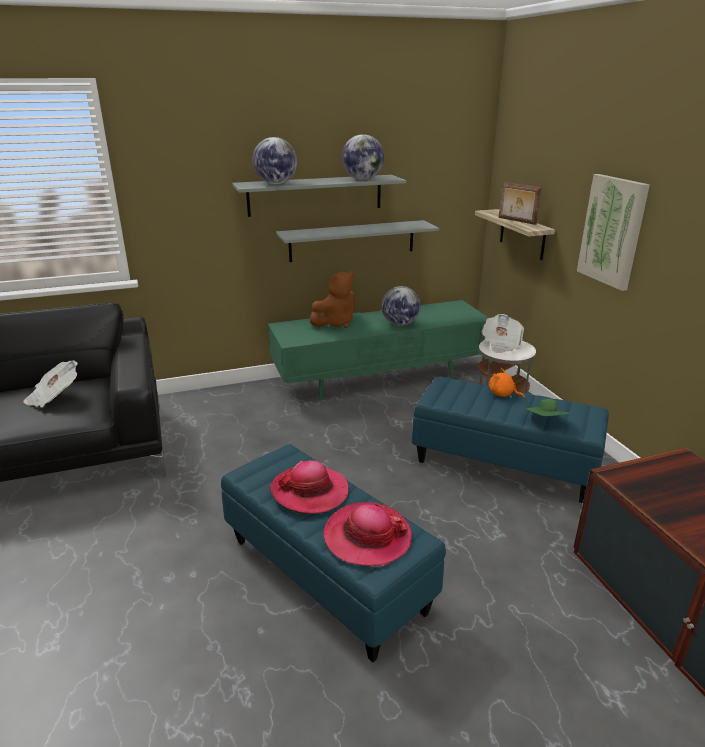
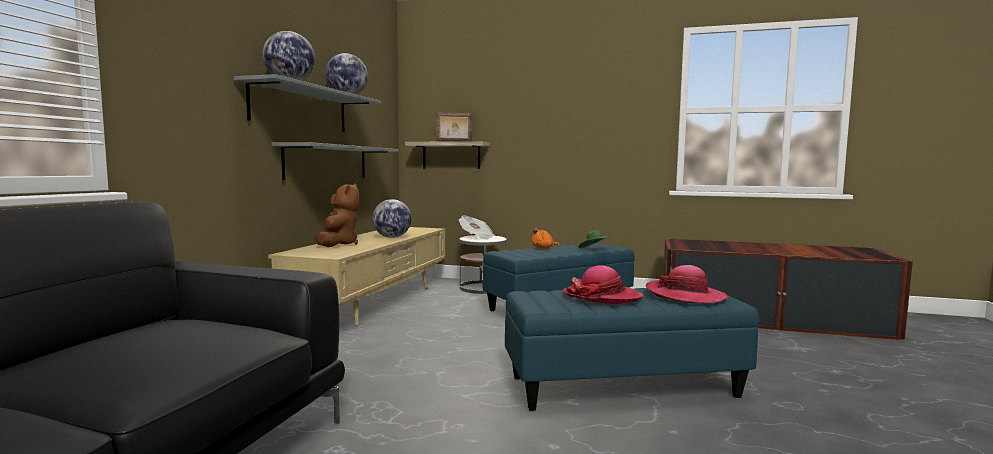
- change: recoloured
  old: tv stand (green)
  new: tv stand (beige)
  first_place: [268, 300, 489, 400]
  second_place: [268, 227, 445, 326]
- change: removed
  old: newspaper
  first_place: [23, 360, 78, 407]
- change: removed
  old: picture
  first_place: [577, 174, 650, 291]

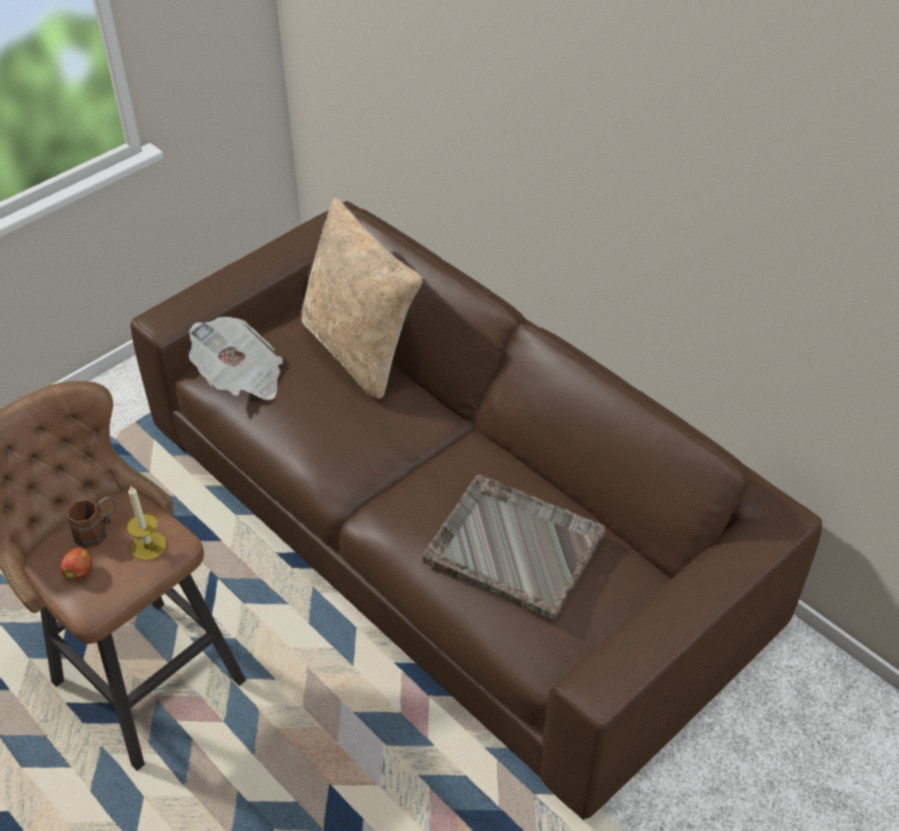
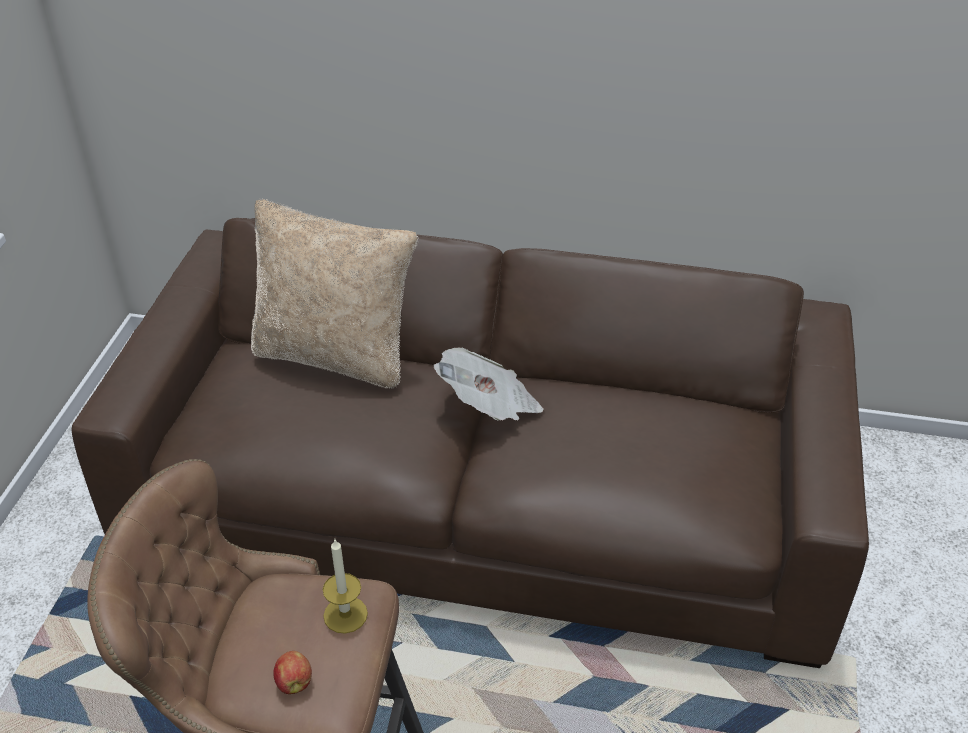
- change: moved
  old: newspaper
  first_place: [189, 317, 283, 400]
  second_place: [433, 347, 544, 421]
- change: removed
  old: mug (brown)
  first_place: [67, 497, 116, 548]
- change: removed
  old: tray (grey)
  first_place: [422, 475, 606, 620]

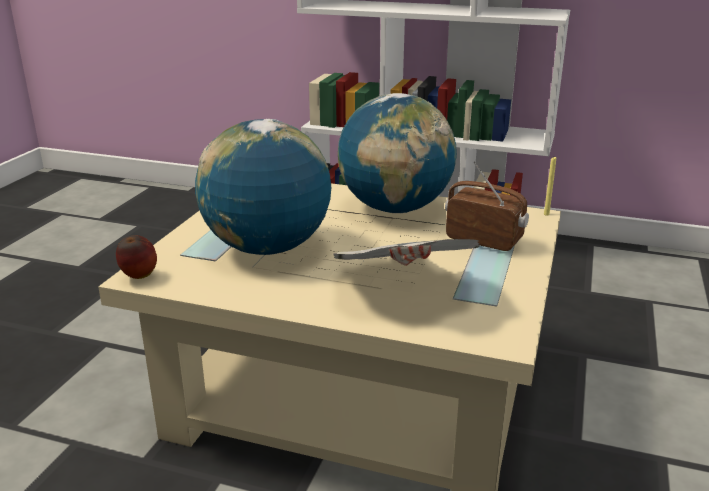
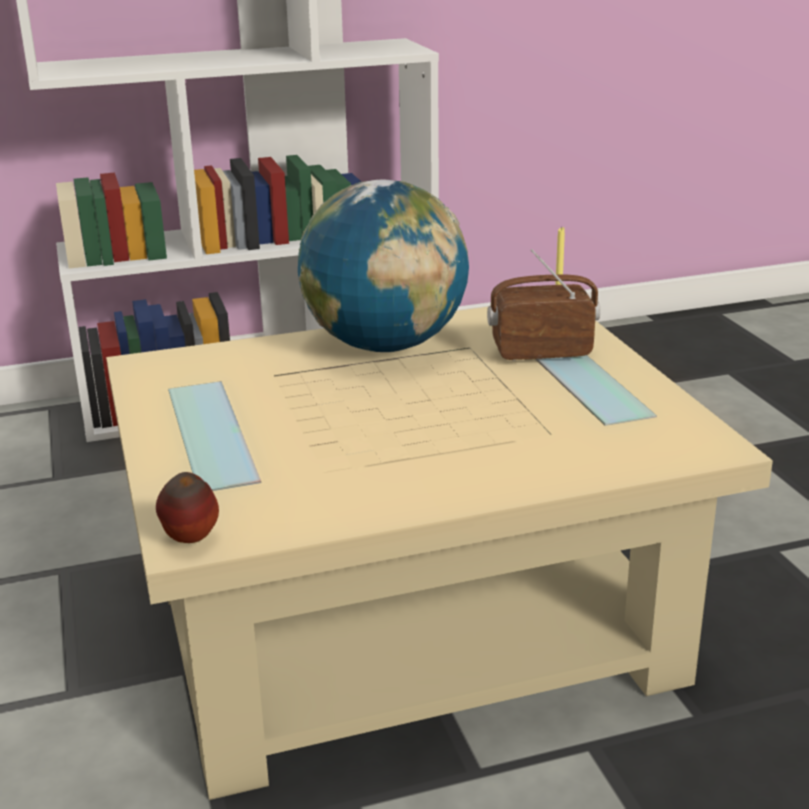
- change: removed
  old: globe
  first_place: [195, 119, 331, 255]
- change: removed
  old: newspaper
  first_place: [333, 239, 479, 266]

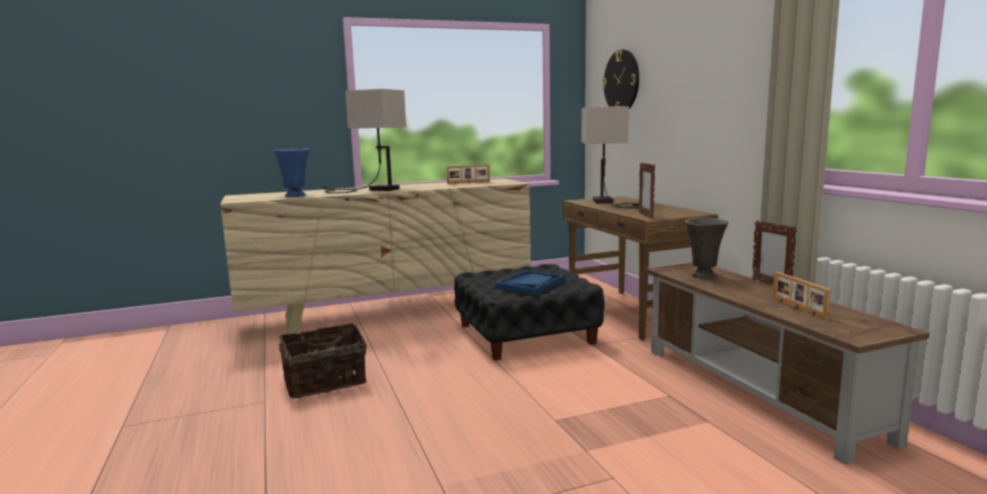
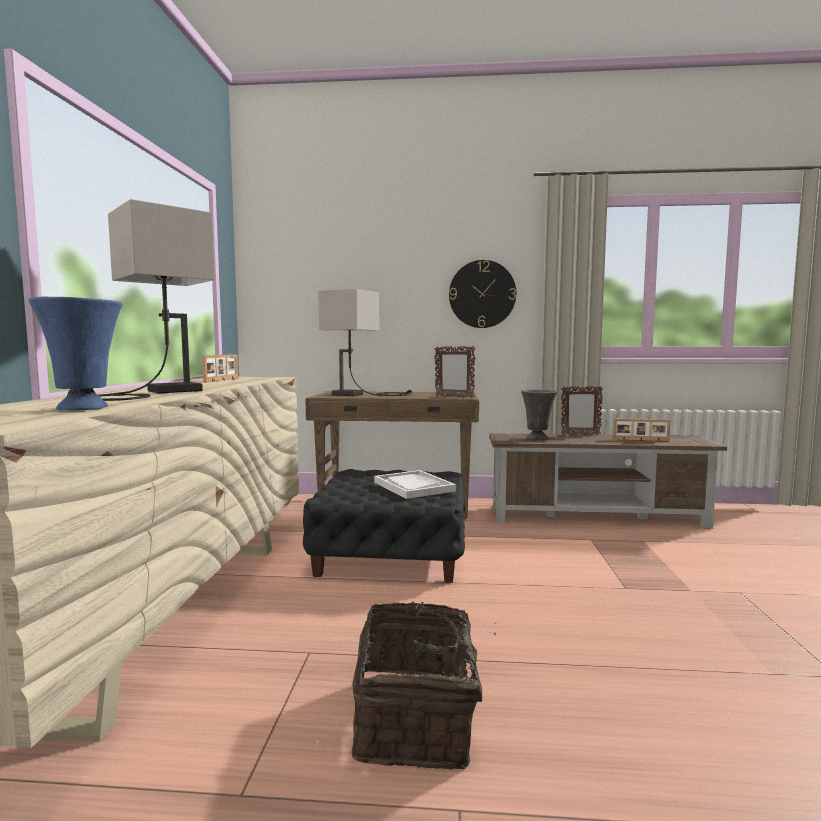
- change: recoloured
  old: tray (blue)
  new: tray (white)
  first_place: [495, 270, 565, 295]
  second_place: [374, 470, 456, 499]
- change: moved
  old: wall clock
  first_place: [602, 50, 639, 108]
  second_place: [449, 260, 516, 328]

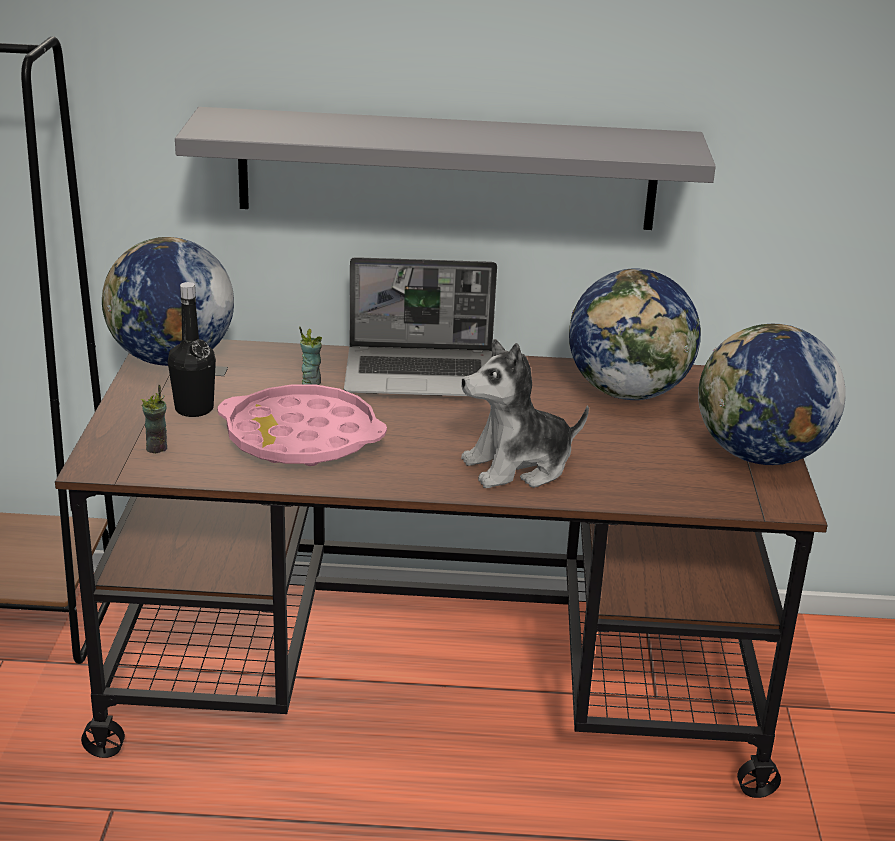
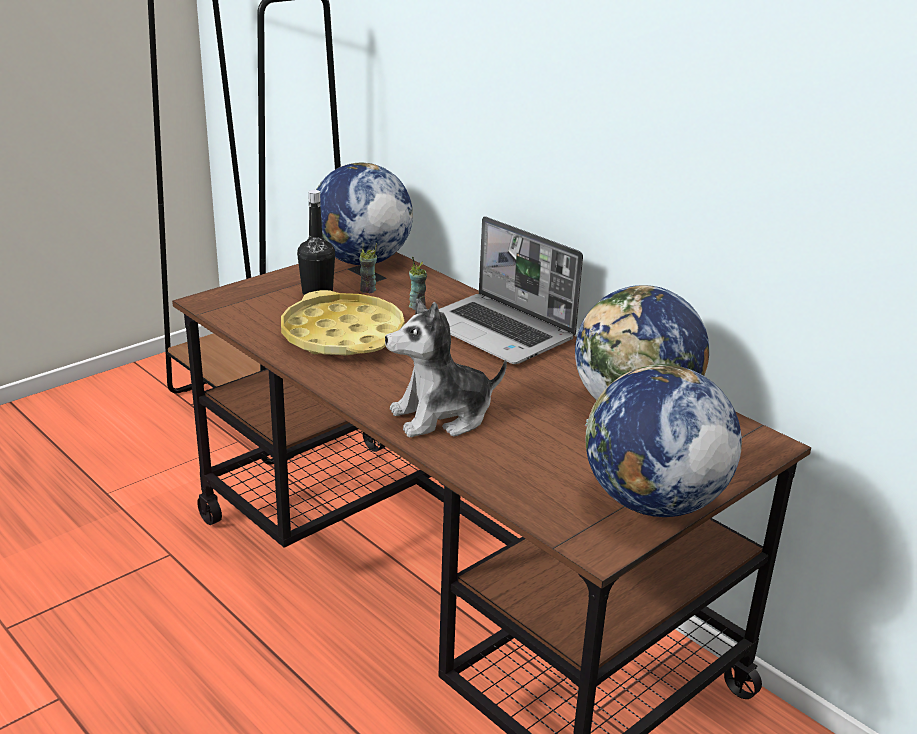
- change: recoloured
  old: tray (pink)
  new: tray (yellow)
  first_place: [218, 384, 387, 466]
  second_place: [281, 290, 404, 355]
- change: moved
  old: cup
  first_place: [140, 384, 167, 453]
  second_place: [359, 243, 377, 293]
- change: turned
  old: plush toy
  first_place: [461, 339, 589, 488]
  second_place: [385, 299, 507, 437]
  degrees: -45
- change: removed
  old: shelf (grey)
  first_place: [175, 107, 716, 230]

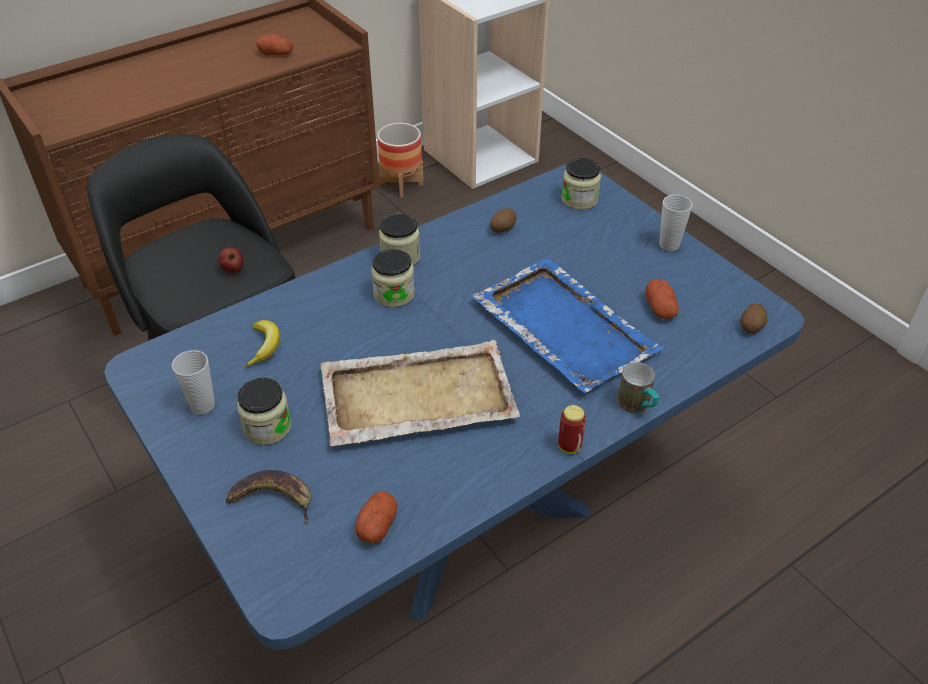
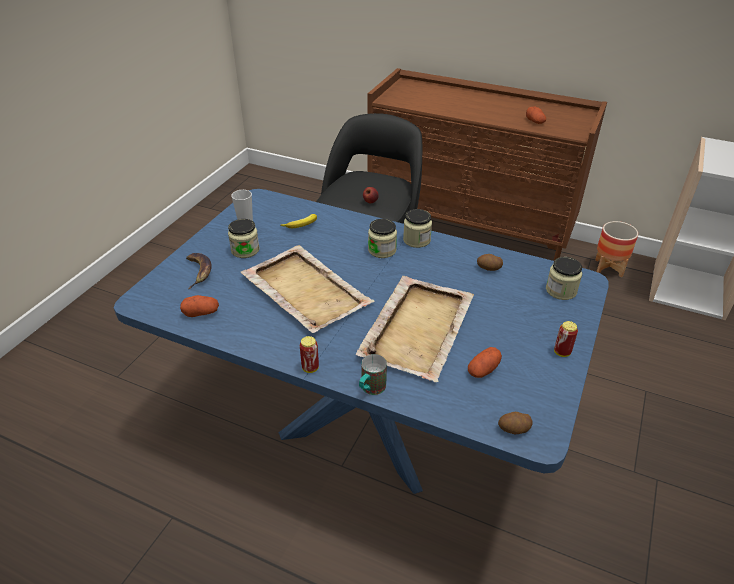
- change: recoloured
  old: tray (blue)
  new: tray (beige)
  first_place: [472, 258, 664, 393]
  second_place: [356, 276, 474, 382]
- change: replaced
  old: cup
  new: can
  first_place: [659, 194, 693, 251]
  second_place: [554, 321, 578, 357]

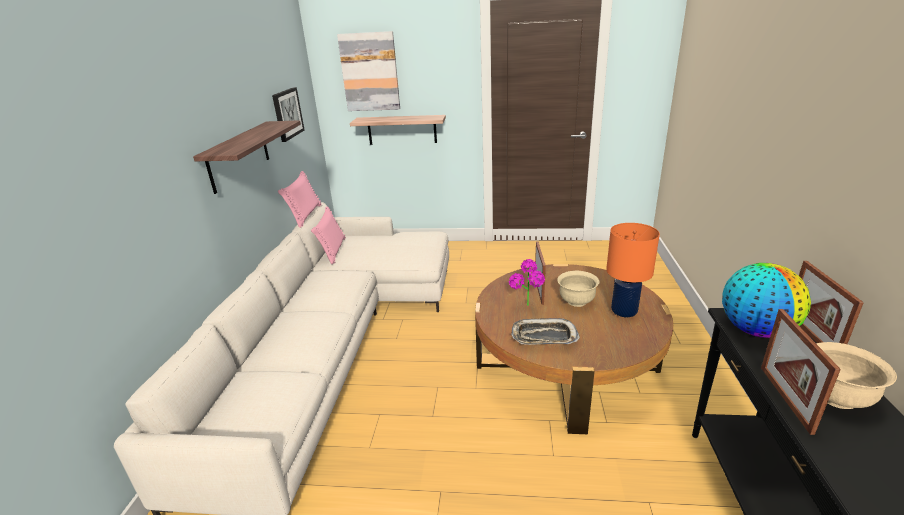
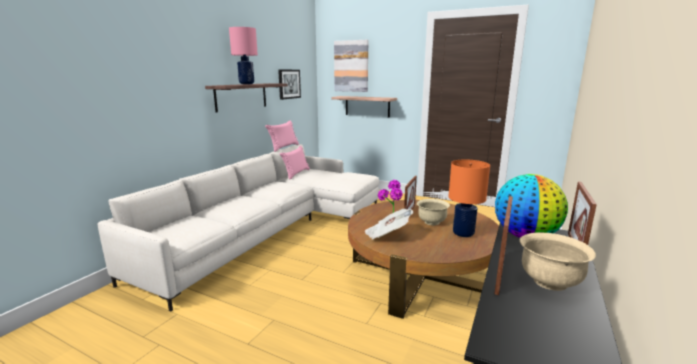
- change: added
  new: table lamp (pink)
  second_place: [229, 27, 258, 85]
- change: replaced
  old: tray
  new: newspaper
  first_place: [511, 318, 580, 345]
  second_place: [365, 209, 413, 240]

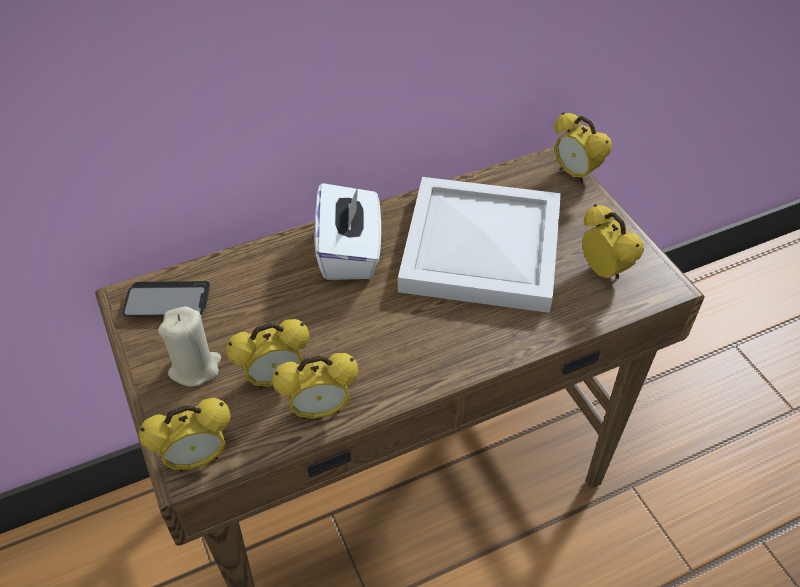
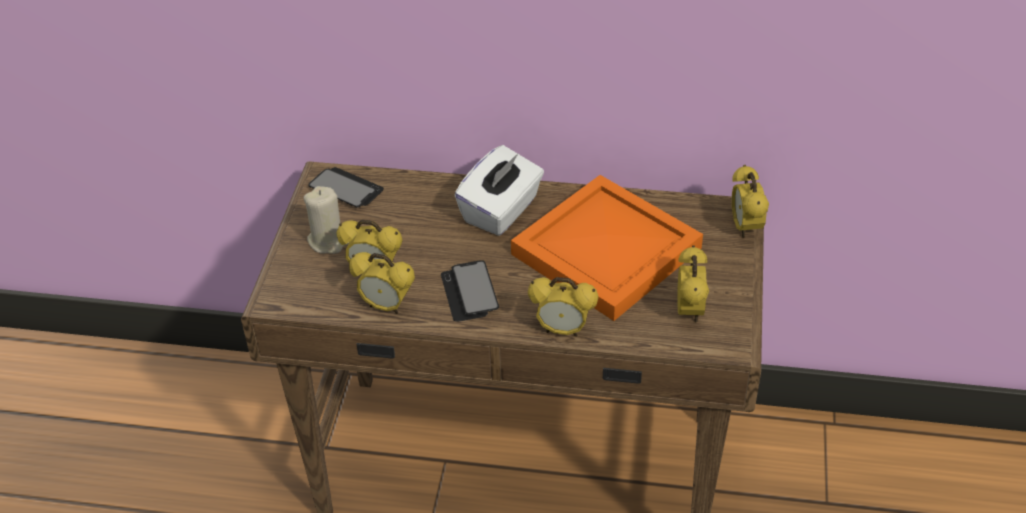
- change: added
  new: phone
  second_place: [441, 260, 499, 322]
- change: recoloured
  old: tray (white)
  new: tray (orange)
  first_place: [398, 177, 561, 313]
  second_place: [511, 175, 703, 321]
- change: moved
  old: alarm clock
  first_place: [139, 398, 231, 471]
  second_place: [528, 277, 598, 337]

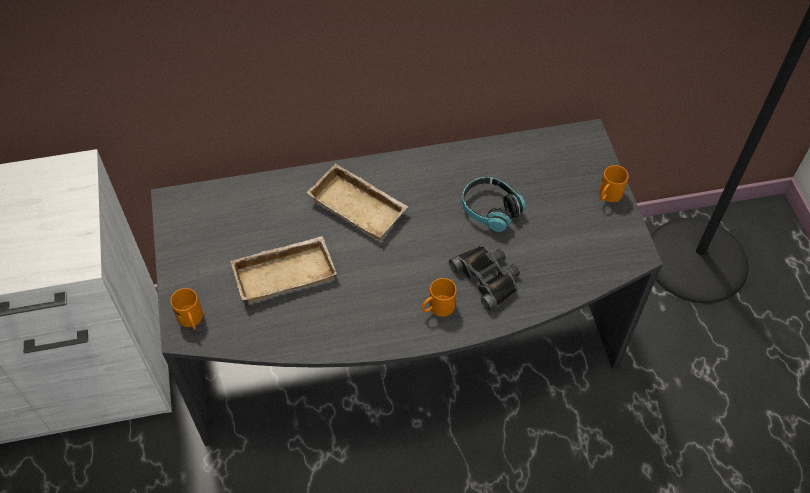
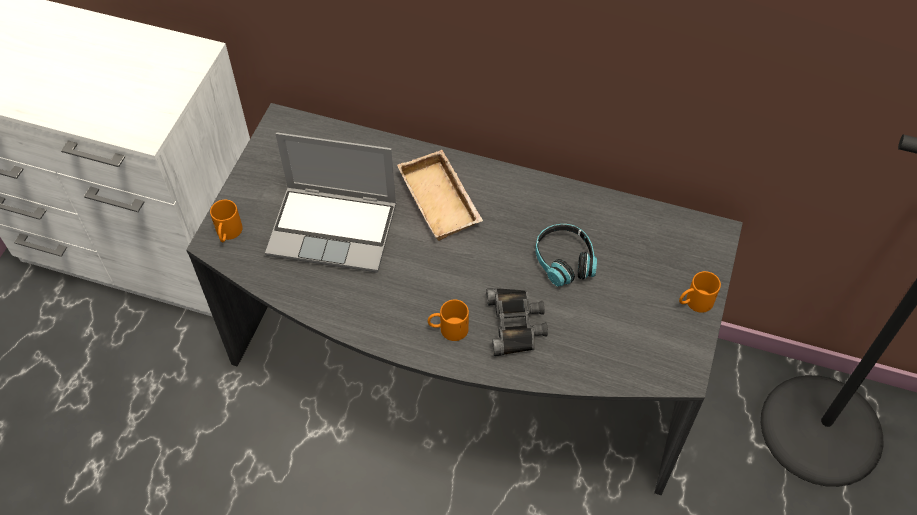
- change: replaced
  old: tray (beige)
  new: laptop
  first_place: [230, 236, 337, 302]
  second_place: [265, 132, 396, 273]

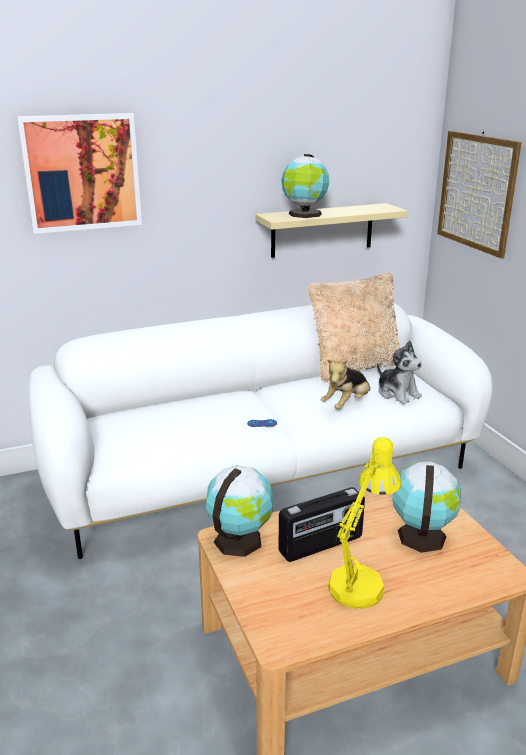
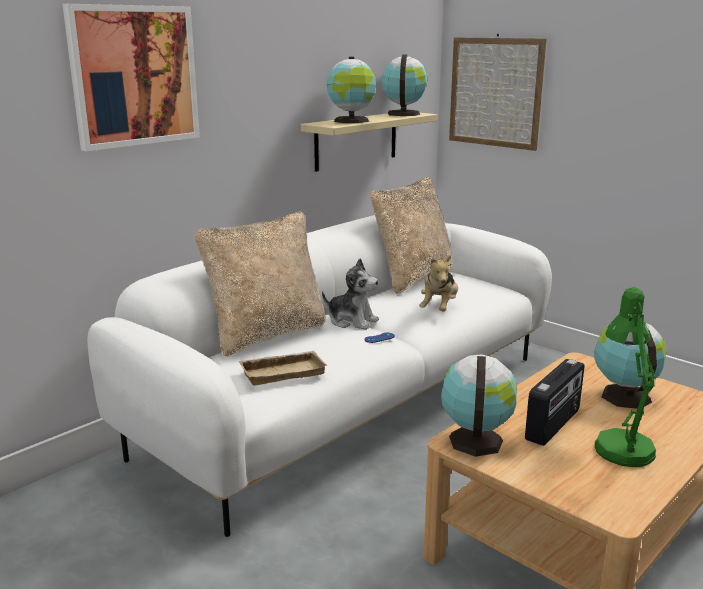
- change: added
  new: pillow (beige)
  second_place: [194, 211, 325, 357]
- change: added
  new: tray (beige)
  second_place: [239, 351, 328, 385]
- change: moved
  old: plush toy
  first_place: [377, 340, 422, 404]
  second_place: [322, 259, 379, 330]
- change: added
  new: globe
  second_place: [381, 54, 428, 116]
- change: recoloured
  old: table lamp (yellow)
  new: table lamp (green)
  first_place: [328, 437, 401, 609]
  second_place: [595, 287, 656, 467]

